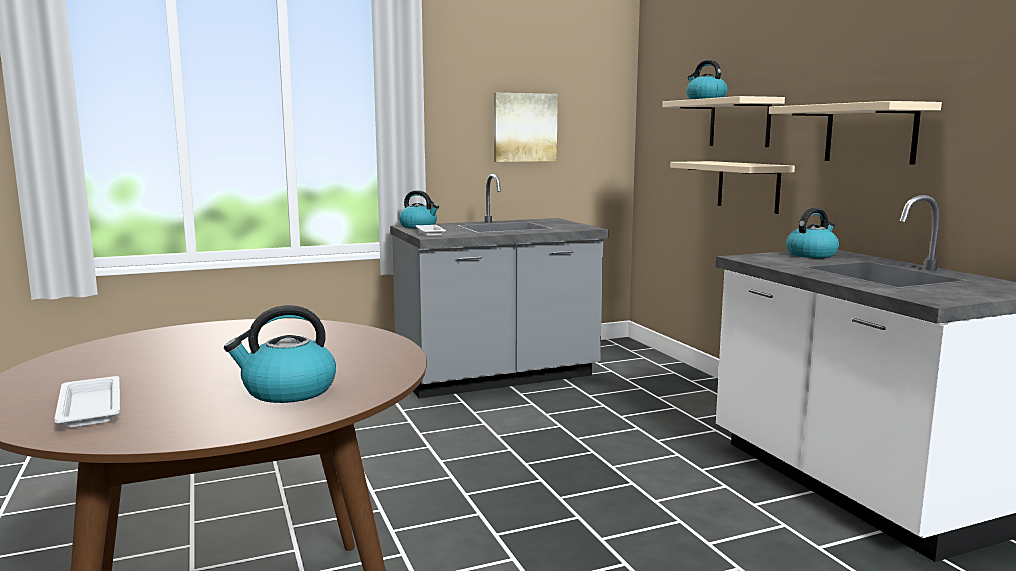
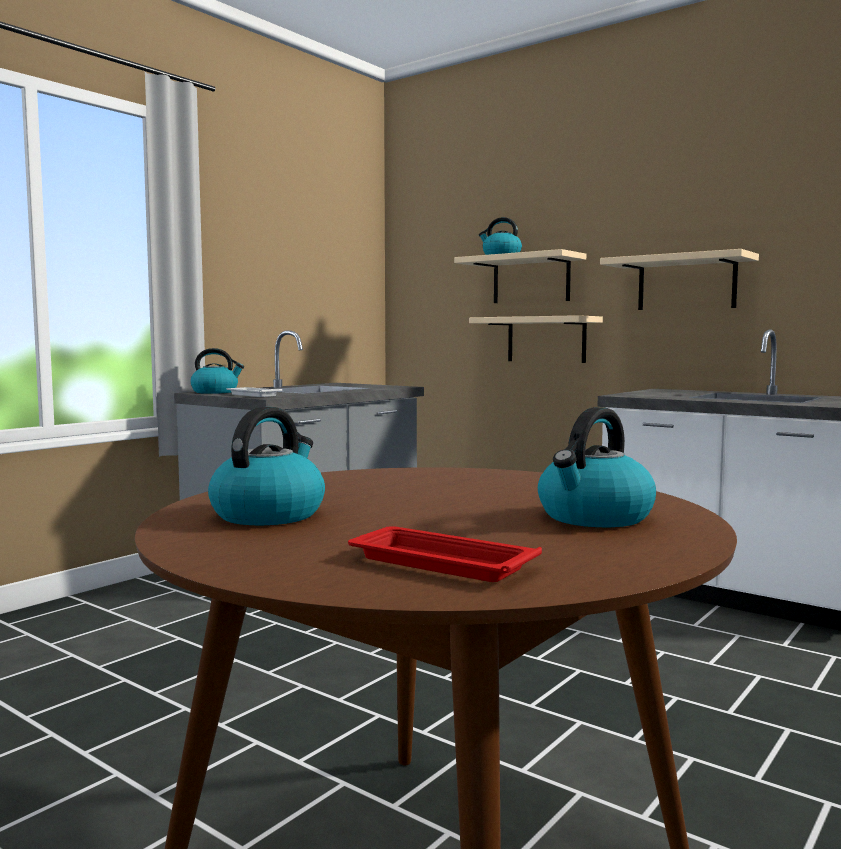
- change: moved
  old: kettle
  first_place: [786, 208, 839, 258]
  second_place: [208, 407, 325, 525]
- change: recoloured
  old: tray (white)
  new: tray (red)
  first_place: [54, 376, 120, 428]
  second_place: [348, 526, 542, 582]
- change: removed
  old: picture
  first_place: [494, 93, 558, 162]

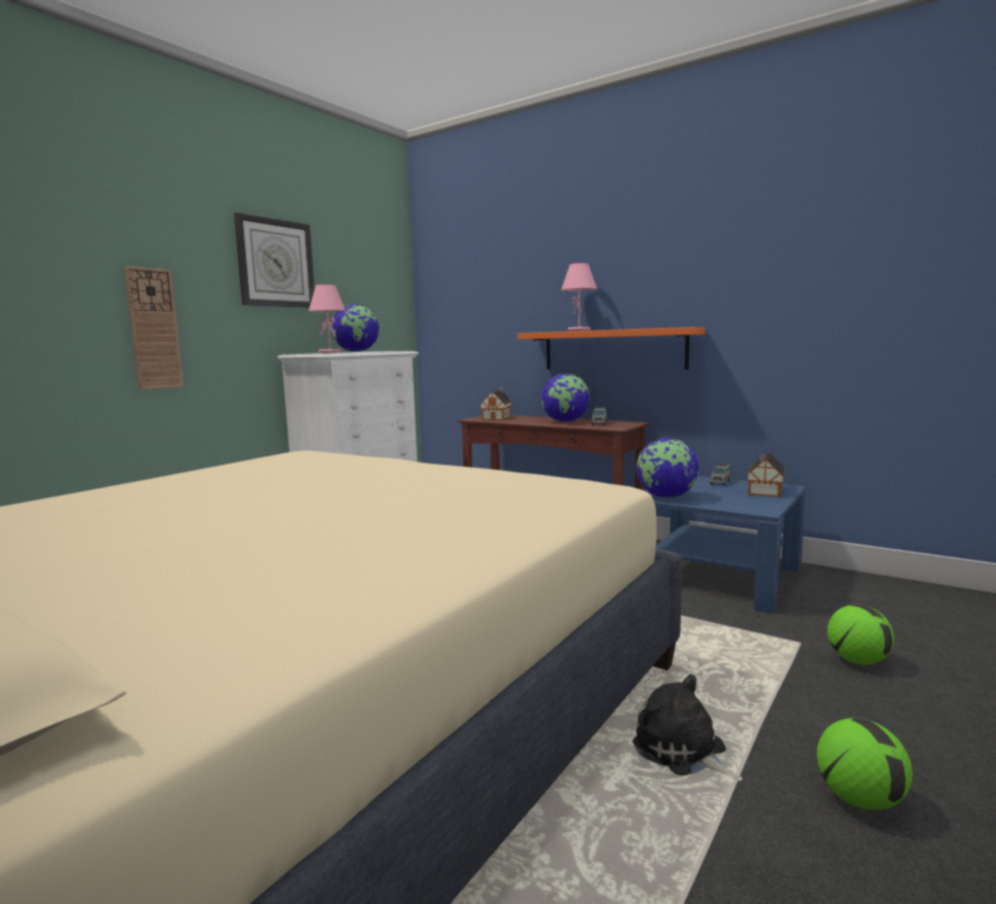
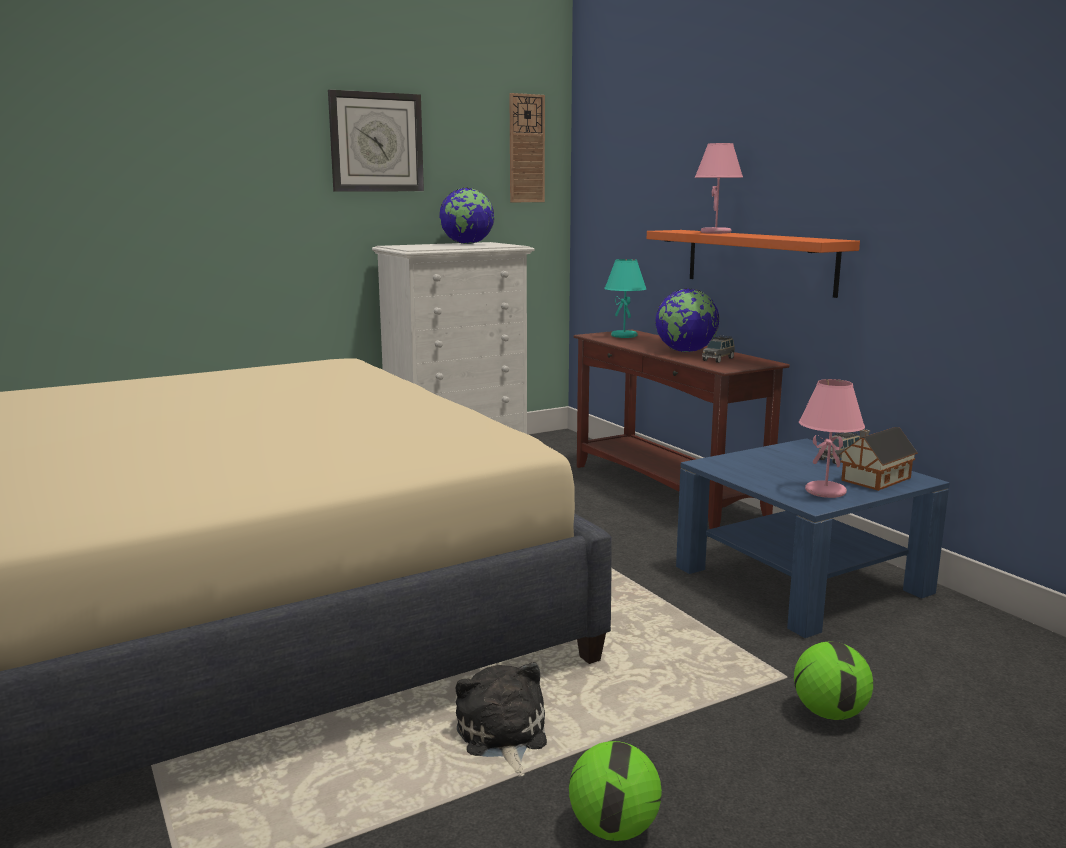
- change: moved
  old: wall clock
  first_place: [124, 266, 184, 390]
  second_place: [509, 93, 545, 202]
- change: replaced
  old: toy house
  new: table lamp (turquoise)
  first_place: [480, 387, 513, 420]
  second_place: [604, 259, 646, 338]
- change: moved
  old: table lamp (pink)
  first_place: [308, 284, 346, 353]
  second_place: [799, 379, 865, 498]
- change: removed
  old: globe
  first_place: [636, 438, 699, 498]

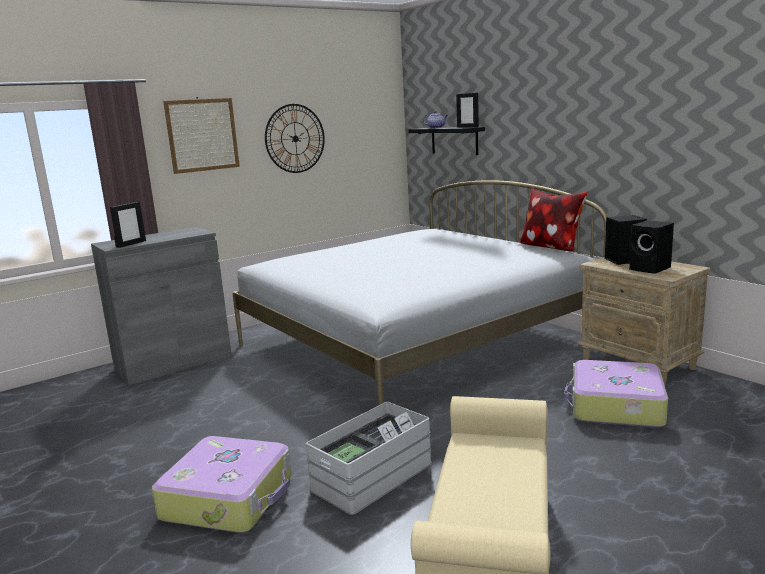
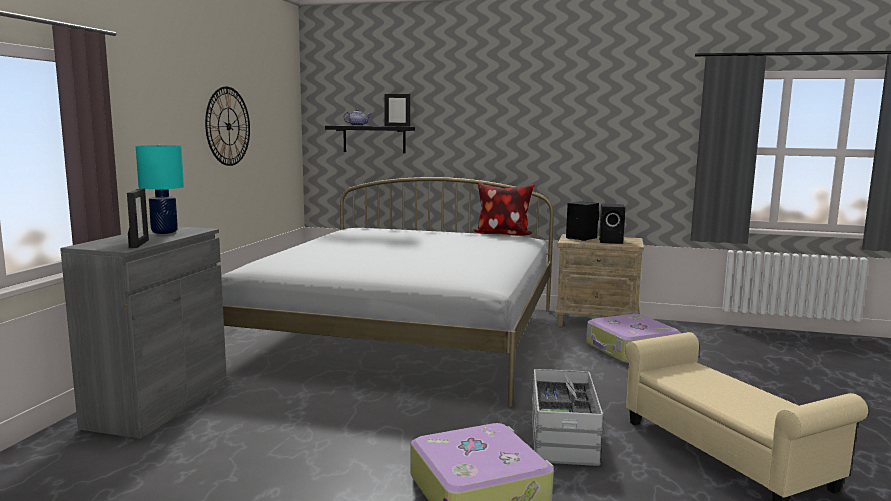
- change: added
  new: table lamp (turquoise)
  second_place: [136, 145, 184, 234]
- change: removed
  old: picture
  first_place: [163, 97, 240, 174]

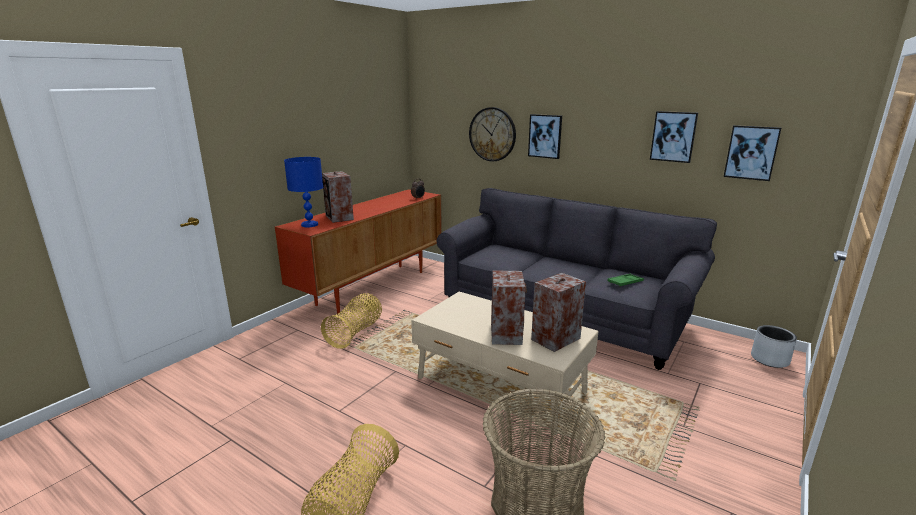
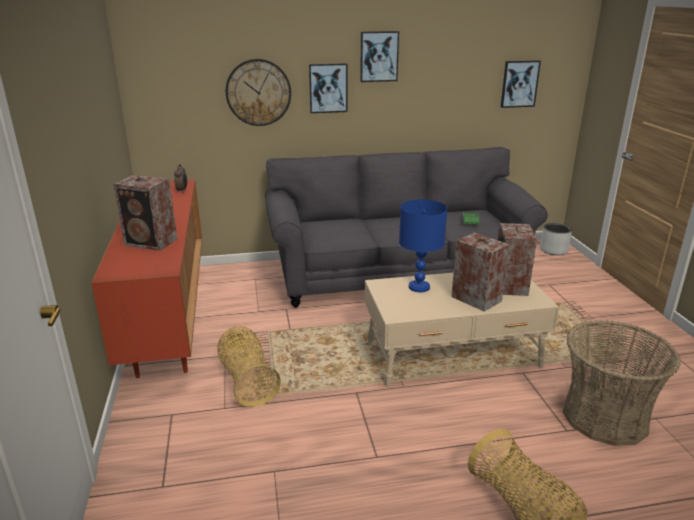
- change: moved
  old: picture
  first_place: [650, 111, 698, 163]
  second_place: [360, 31, 399, 82]
- change: moved
  old: table lamp (blue)
  first_place: [284, 157, 323, 227]
  second_place: [399, 199, 447, 292]

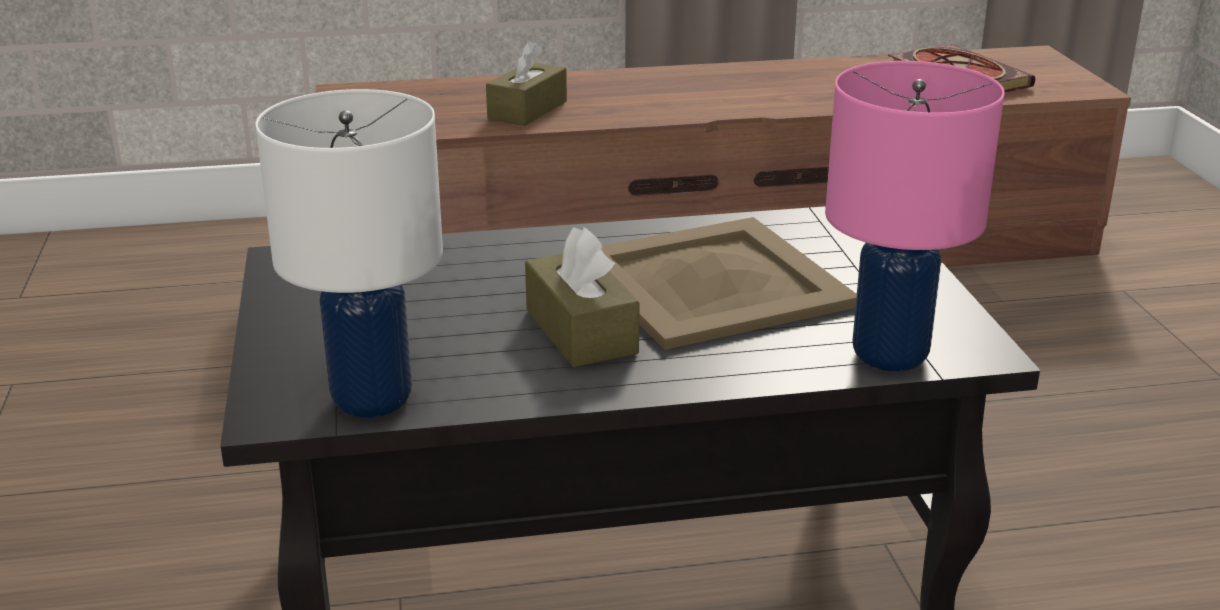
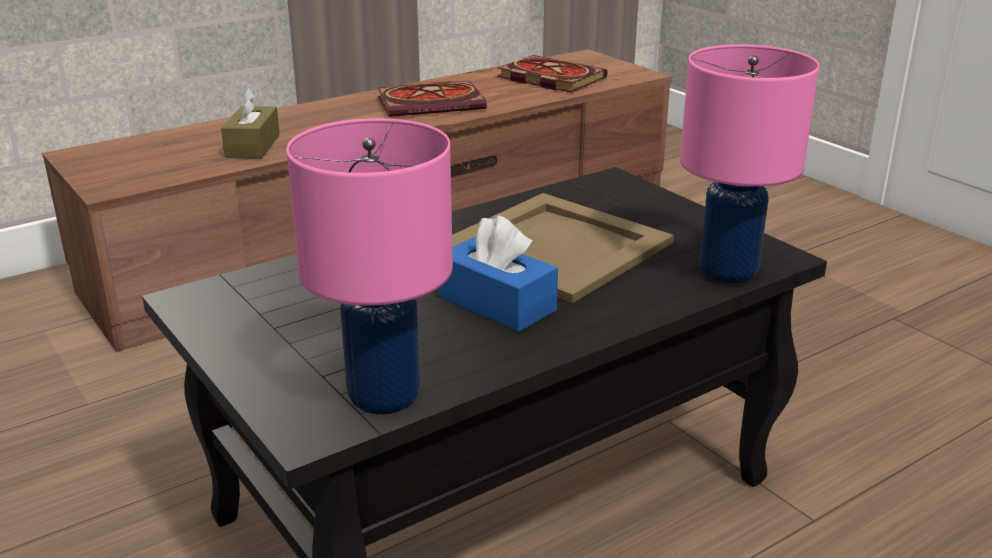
- change: recoloured
  old: table lamp (white)
  new: table lamp (pink)
  first_place: [255, 89, 443, 418]
  second_place: [287, 118, 453, 414]
- change: added
  new: book
  second_place: [378, 81, 487, 117]
- change: recoloured
  old: tissue box (brown)
  new: tissue box (blue)
  first_place: [525, 227, 640, 367]
  second_place: [438, 215, 558, 332]

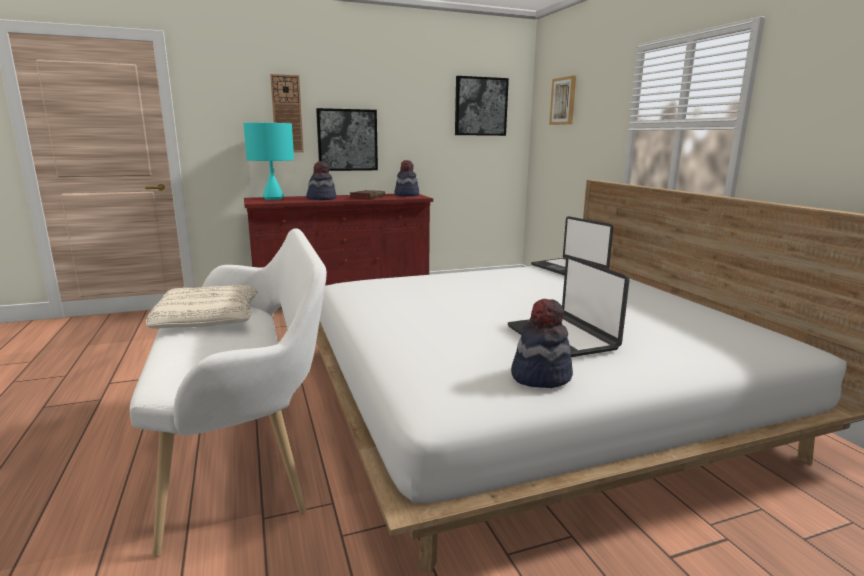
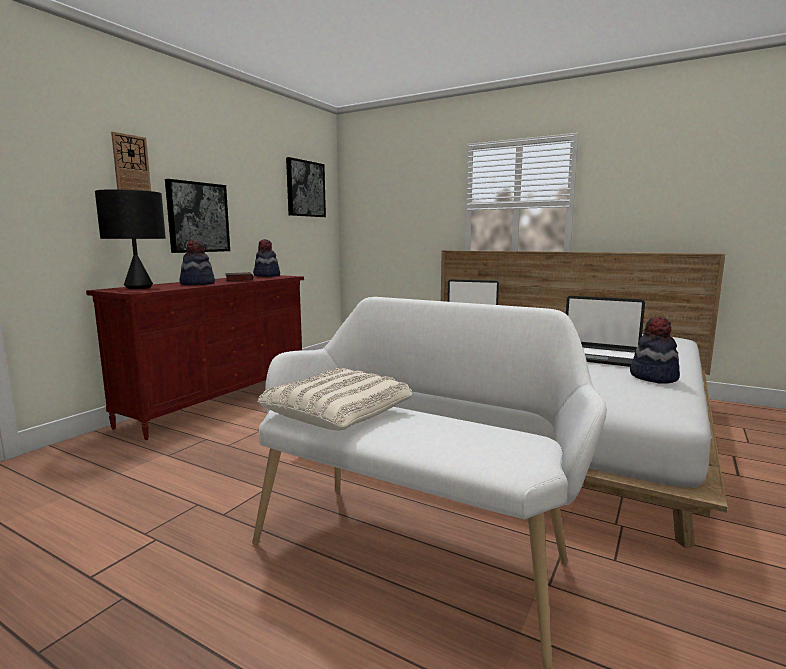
- change: recoloured
  old: table lamp (turquoise)
  new: table lamp (black)
  first_place: [243, 123, 294, 200]
  second_place: [95, 189, 166, 289]
- change: removed
  old: picture
  first_place: [549, 76, 576, 125]

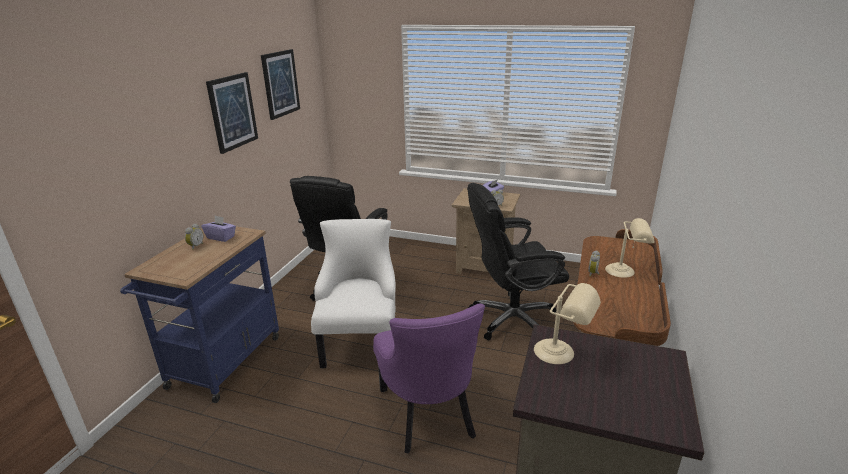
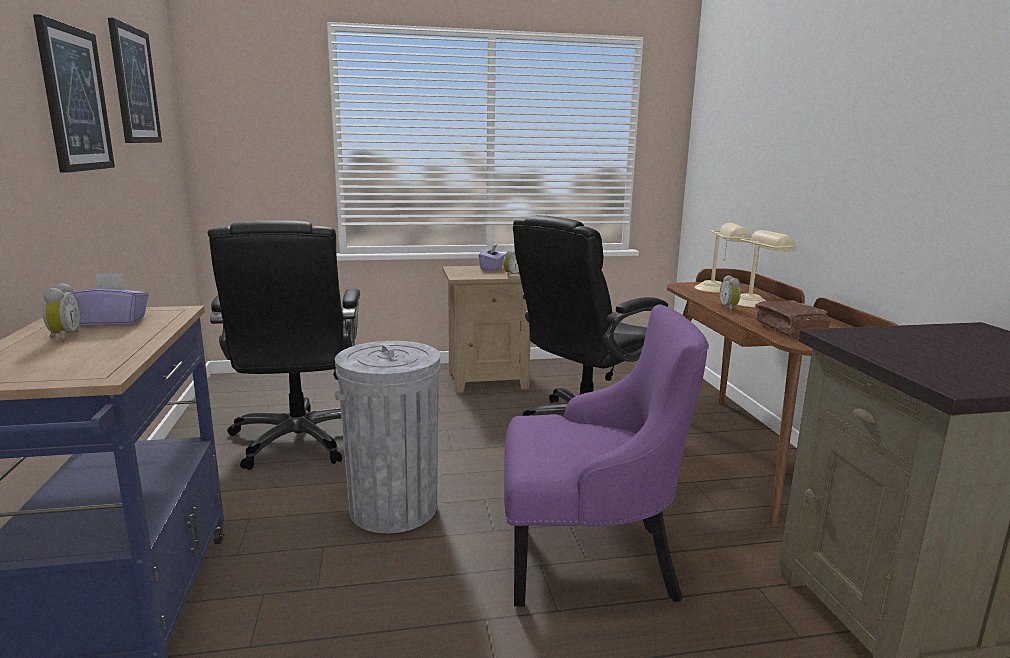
- change: replaced
  old: chair (white)
  new: trash can (grey)
  first_place: [311, 219, 396, 369]
  second_place: [335, 341, 440, 533]
- change: turned
  old: chair (purple)
  first_place: [373, 304, 485, 454]
  second_place: [504, 304, 709, 607]
  degrees: -45
- change: moved
  old: table lamp (beige)
  first_place: [534, 283, 601, 364]
  second_place: [694, 223, 751, 292]
- change: added
  new: book (brown)
  second_place: [755, 300, 830, 338]

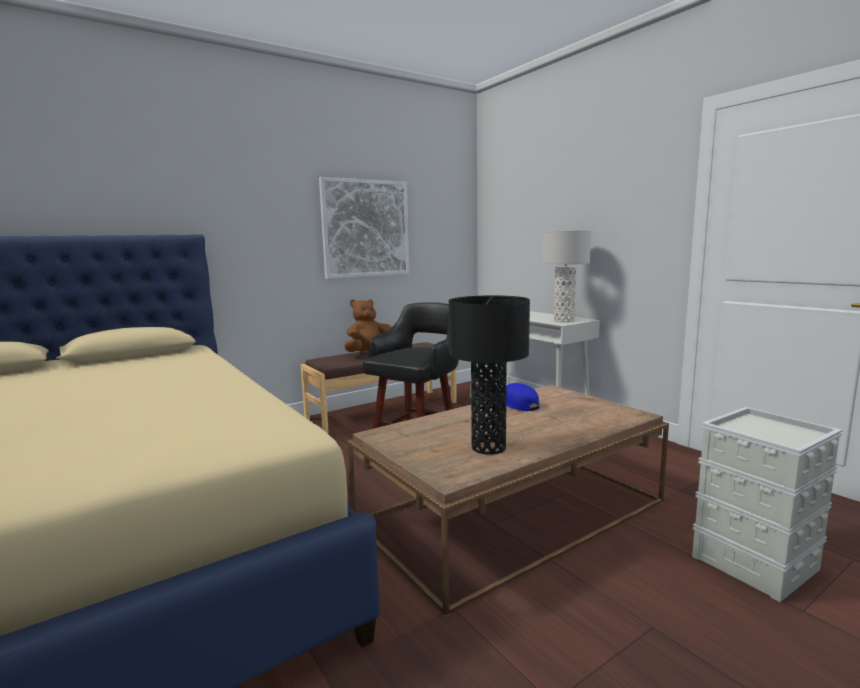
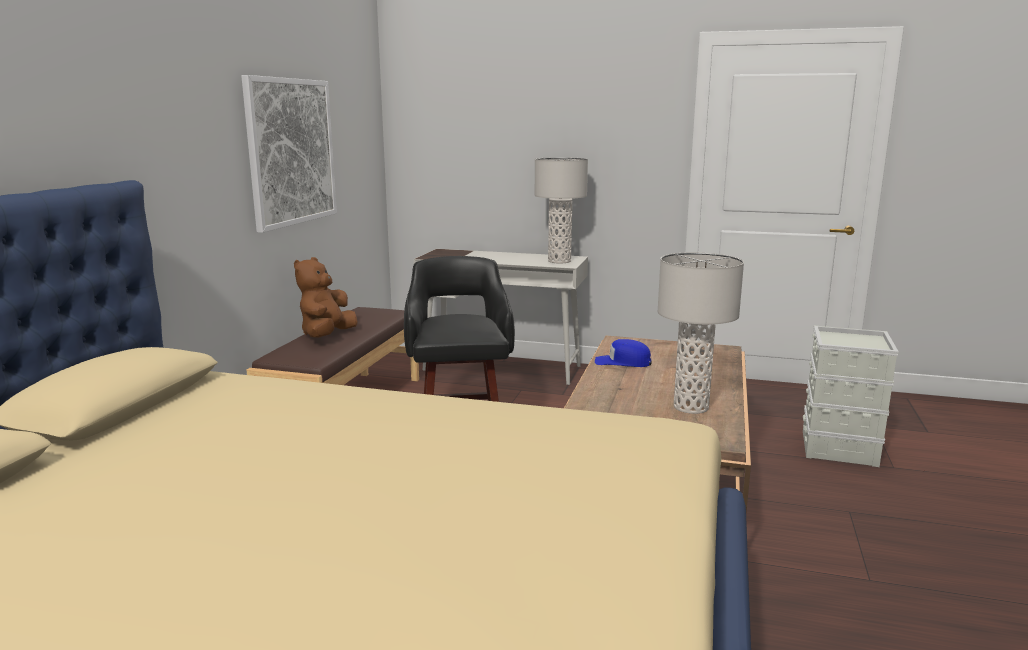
- change: recoloured
  old: table lamp (black)
  new: table lamp (white)
  first_place: [449, 295, 530, 455]
  second_place: [658, 252, 744, 414]

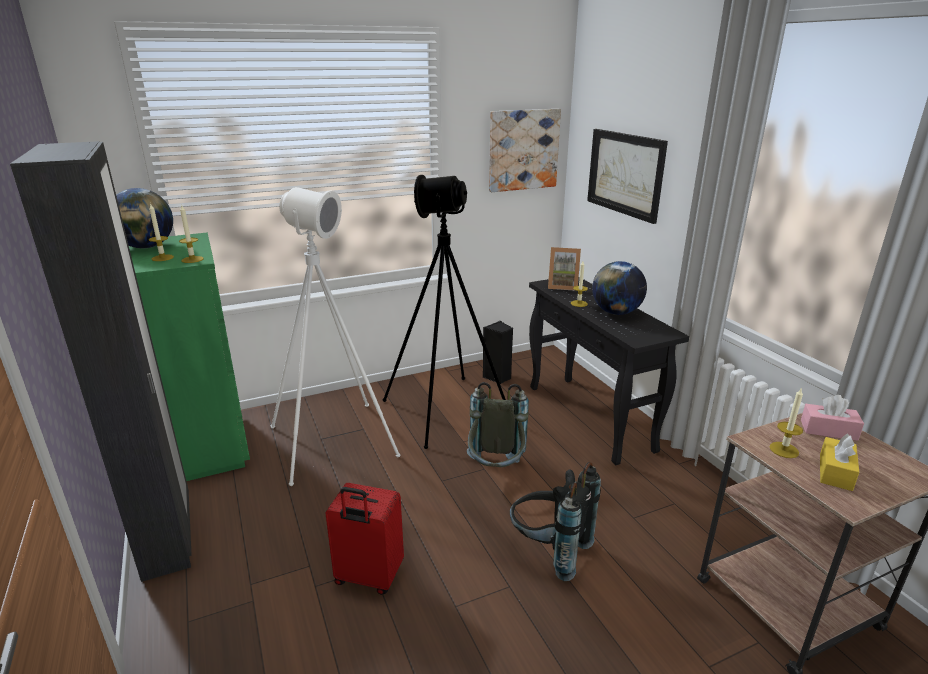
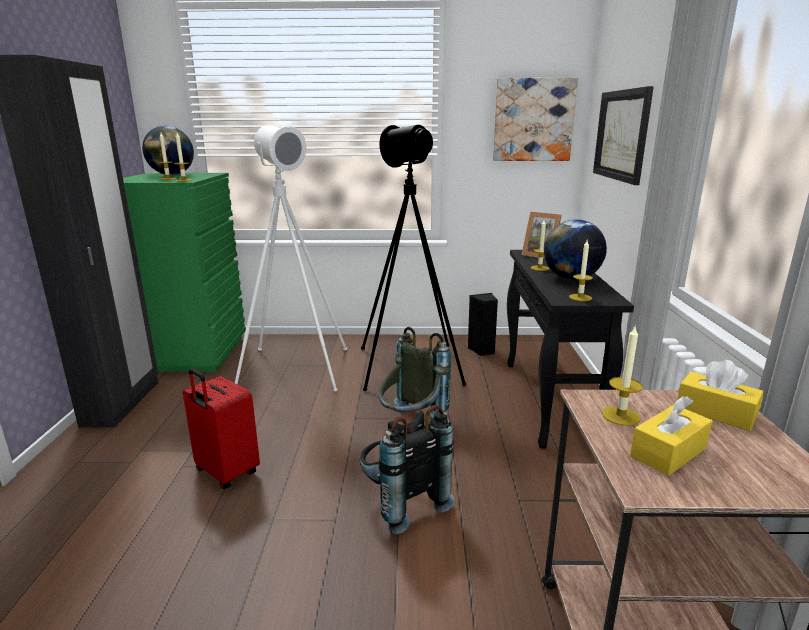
- change: added
  new: candle
  second_place: [569, 240, 593, 301]
- change: recoloured
  old: tissue box (pink)
  new: tissue box (yellow)
  first_place: [801, 395, 864, 441]
  second_place: [678, 360, 764, 431]

